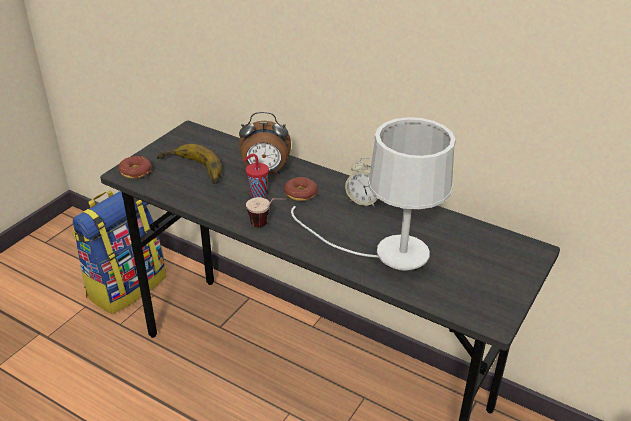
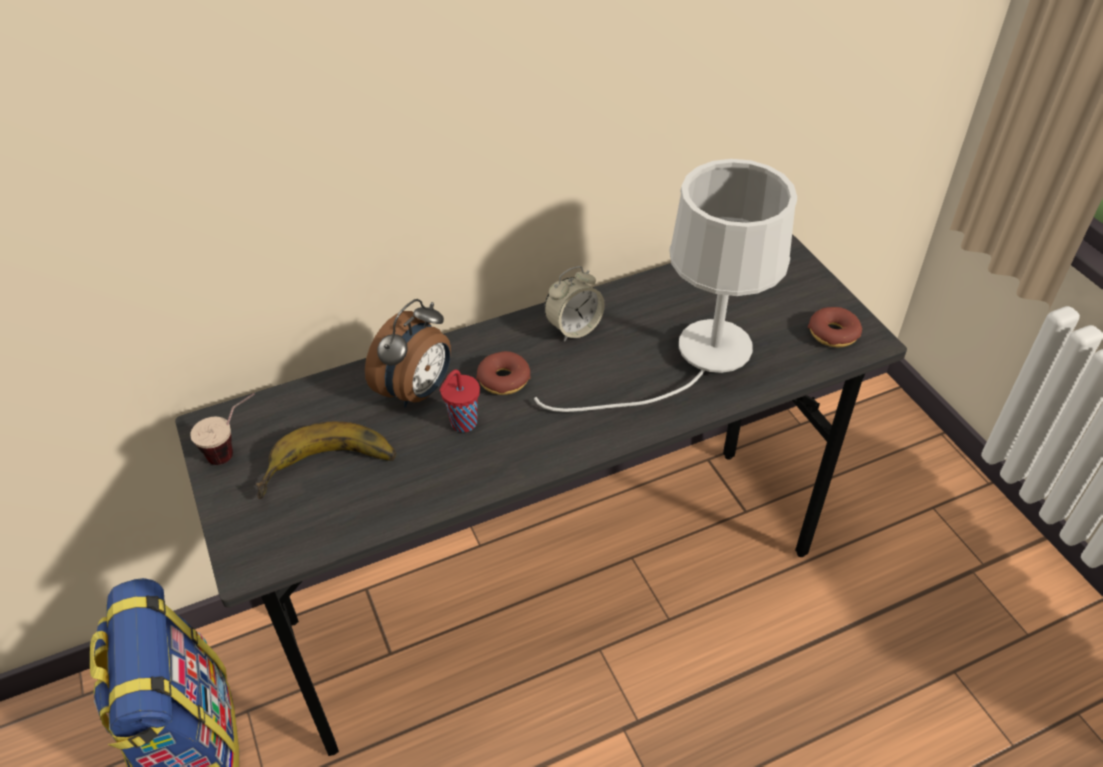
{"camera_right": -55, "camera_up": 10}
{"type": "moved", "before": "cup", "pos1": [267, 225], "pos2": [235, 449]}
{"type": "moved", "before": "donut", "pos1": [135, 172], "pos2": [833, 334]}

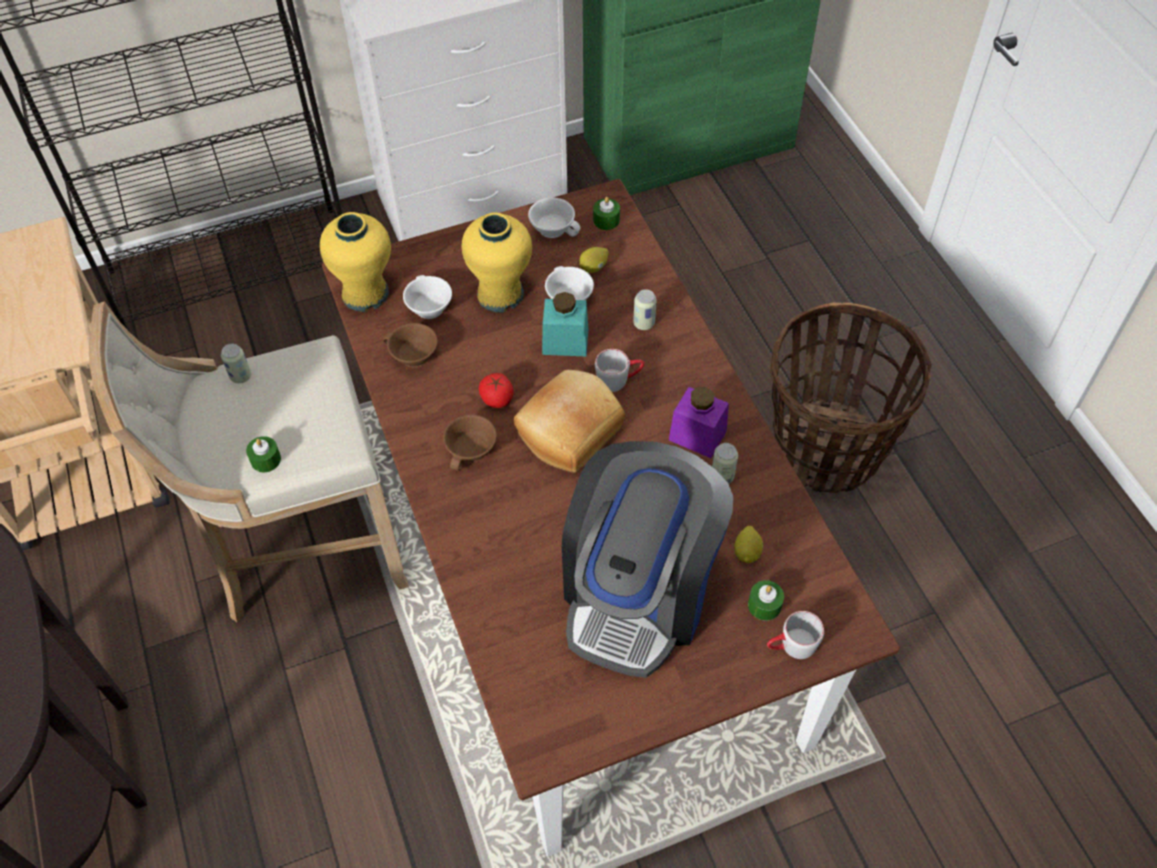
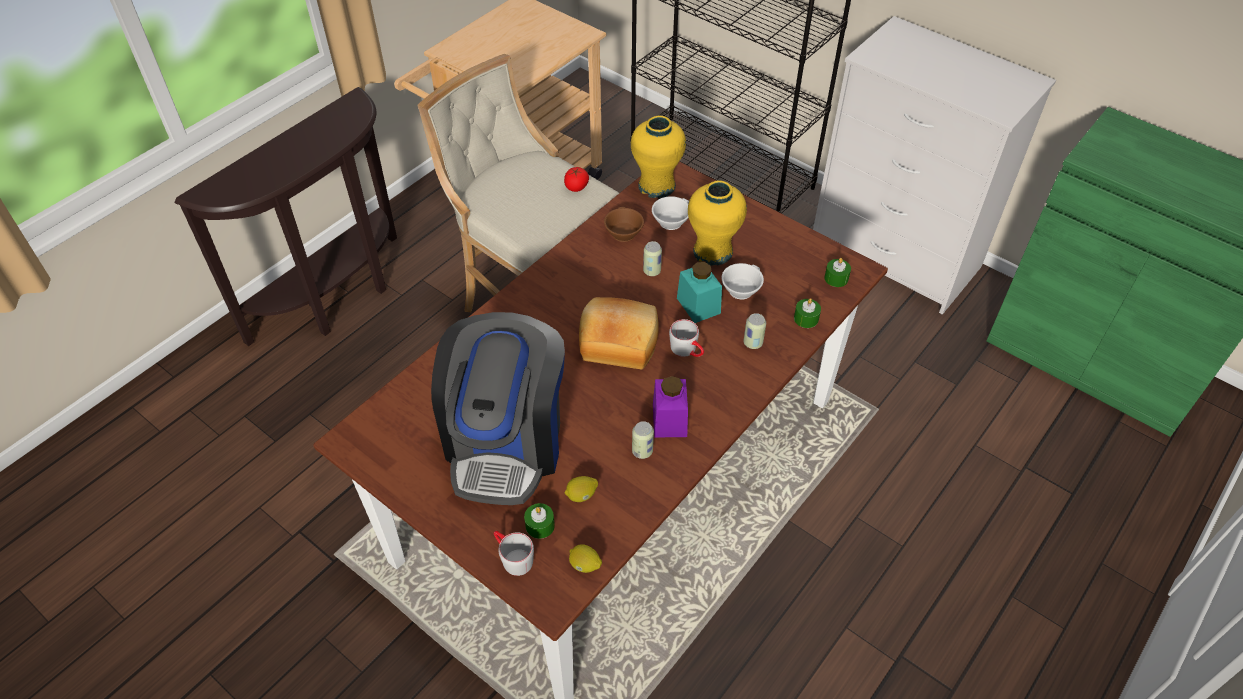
{"camera_right": 60, "camera_up": -5}
{"type": "turned", "before": "coffee machine", "pos1": [639, 591], "pos2": [506, 442], "turn": -75}
{"type": "moved", "before": "tomato", "pos1": [497, 399], "pos2": [576, 187]}
{"type": "moved", "before": "lemon", "pos1": [593, 268], "pos2": [585, 565]}
{"type": "moved", "before": "can", "pos1": [240, 376], "pos2": [652, 271]}
{"type": "moved", "before": "candle (green)", "pos1": [265, 459], "pos2": [806, 318]}
{"type": "removed", "before": "cup (brown)", "pos1": [472, 451]}
{"type": "removed", "before": "cup (white)", "pos1": [554, 227]}
{"type": "removed", "before": "basket", "pos1": [826, 450]}

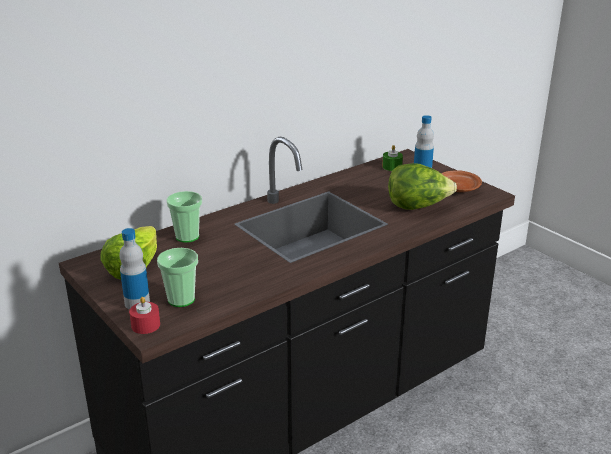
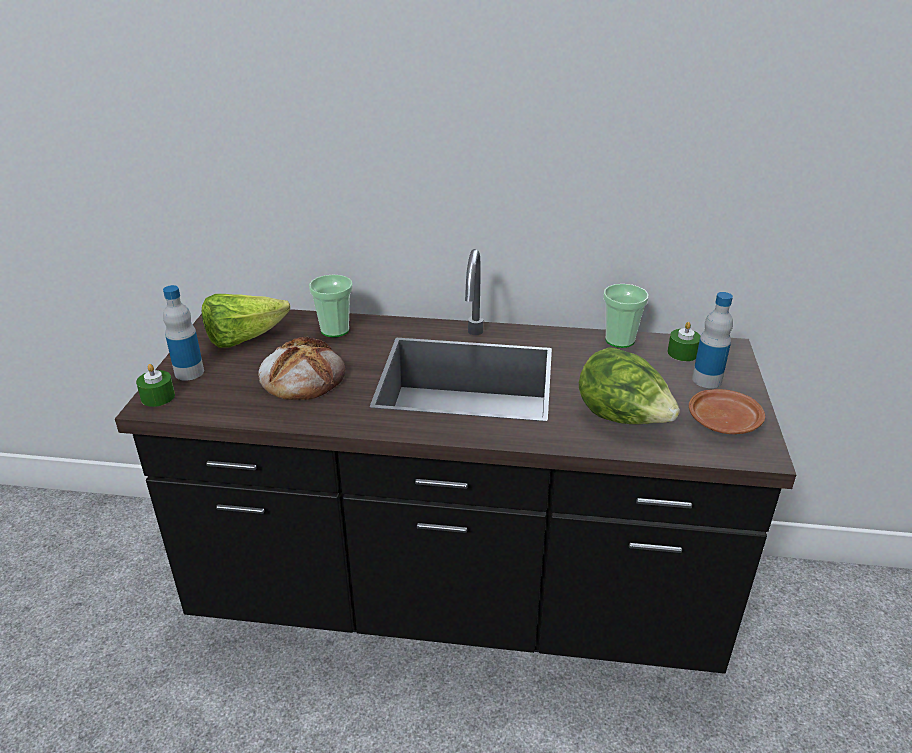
{"camera_right": 45, "camera_up": 5}
{"type": "recoloured", "before": "candle (red)", "after": "candle (green)", "pos1": [145, 325], "pos2": [158, 397]}
{"type": "added", "after": "bread", "pos2": [302, 376]}
{"type": "moved", "before": "cup", "pos1": [181, 299], "pos2": [619, 340]}

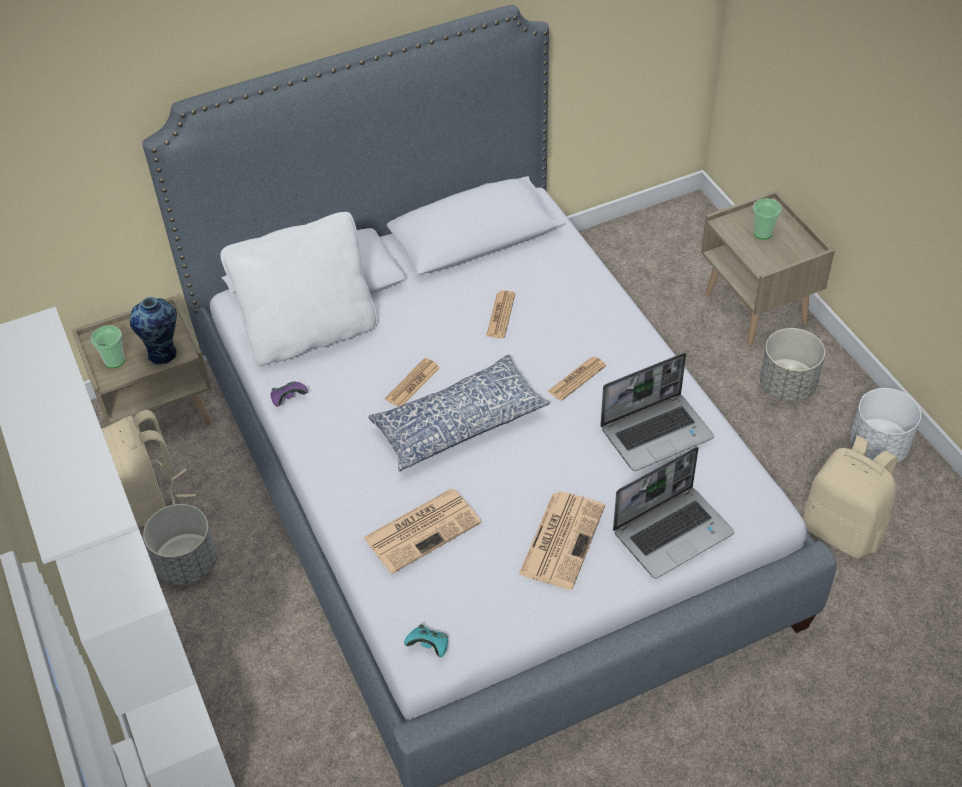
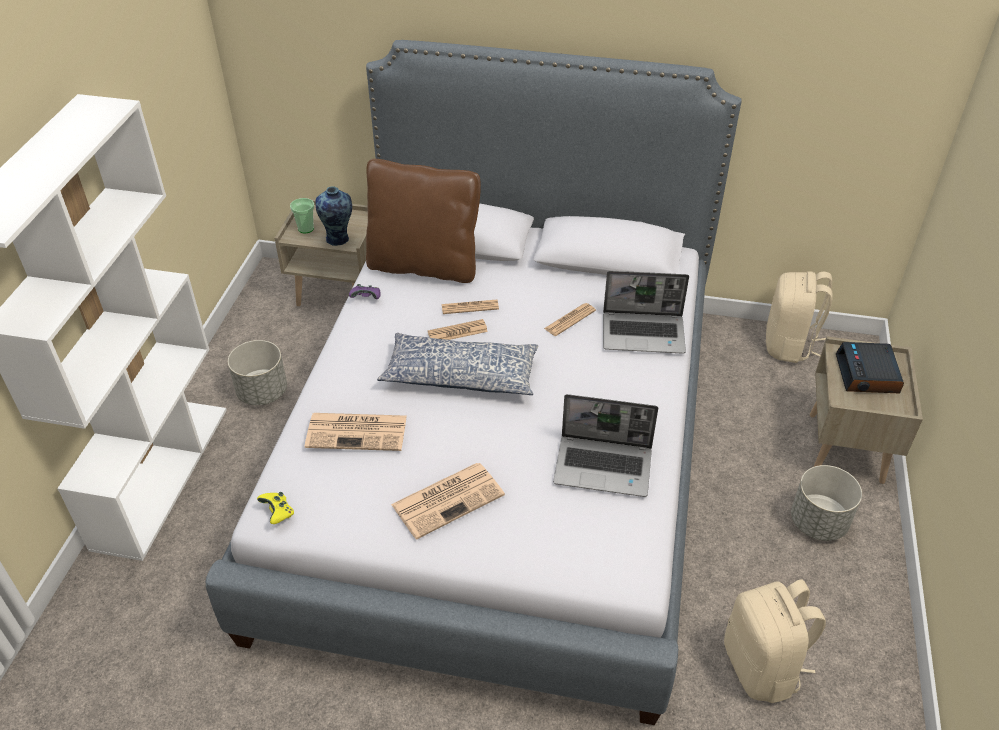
{"camera_right": 35, "camera_up": -5}
{"type": "recoloured", "before": "game controller (turquoise)", "after": "game controller (yellow)", "pos1": [429, 646], "pos2": [278, 513]}
{"type": "recoloured", "before": "pillow (white)", "after": "pillow (brown)", "pos1": [309, 334], "pos2": [424, 265]}
{"type": "moved", "before": "newspaper", "pos1": [577, 379], "pos2": [470, 307]}
{"type": "moved", "before": "laptop", "pos1": [673, 532], "pos2": [644, 333]}
{"type": "moved", "before": "backpack (beige)", "pos1": [149, 499], "pos2": [789, 345]}
{"type": "replaced", "before": "cup", "after": "alarm clock", "pos1": [762, 233], "pos2": [867, 375]}
{"type": "removed", "before": "planter (white)", "pos1": [878, 446]}

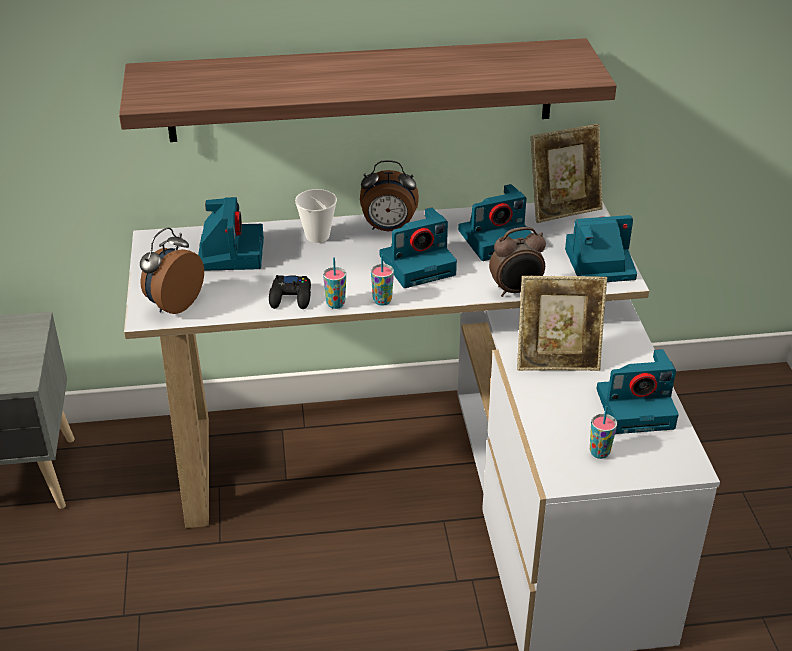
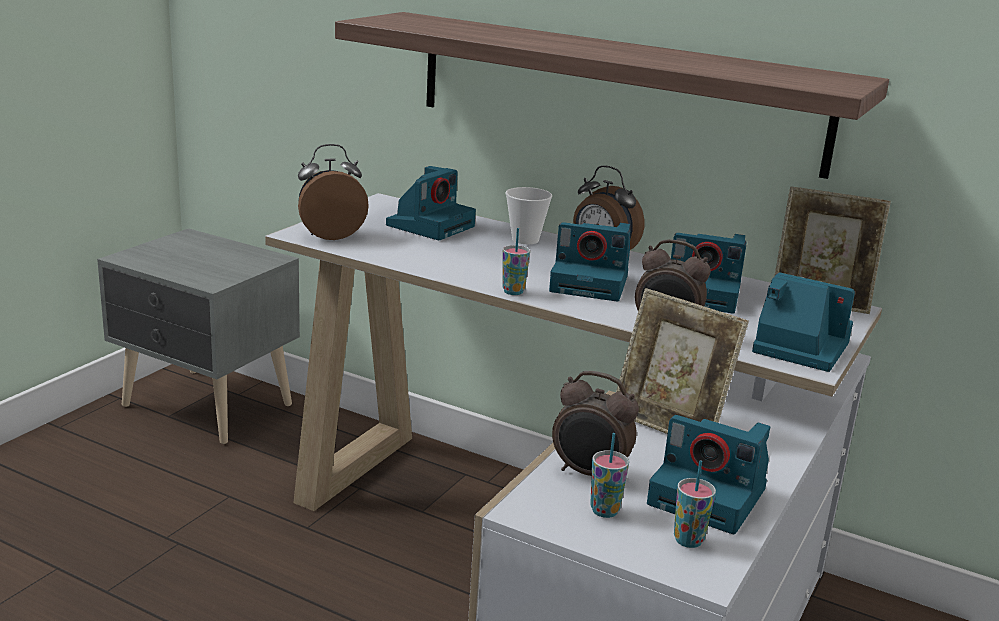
{"camera_right": 35, "camera_up": -15}
{"type": "added", "after": "alarm clock", "pos2": [589, 474]}
{"type": "moved", "before": "cup", "pos1": [335, 304], "pos2": [688, 540]}
{"type": "removed", "before": "game controller (black)", "pos1": [291, 297]}

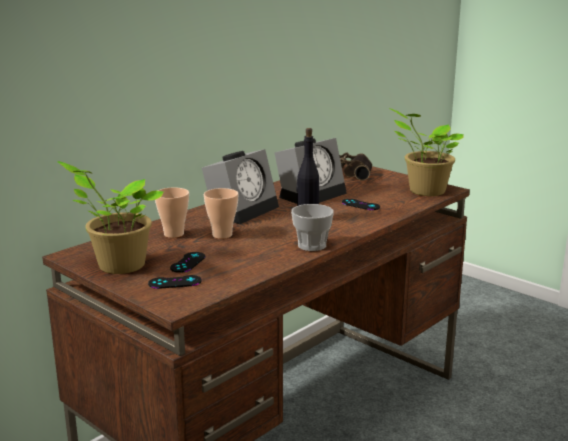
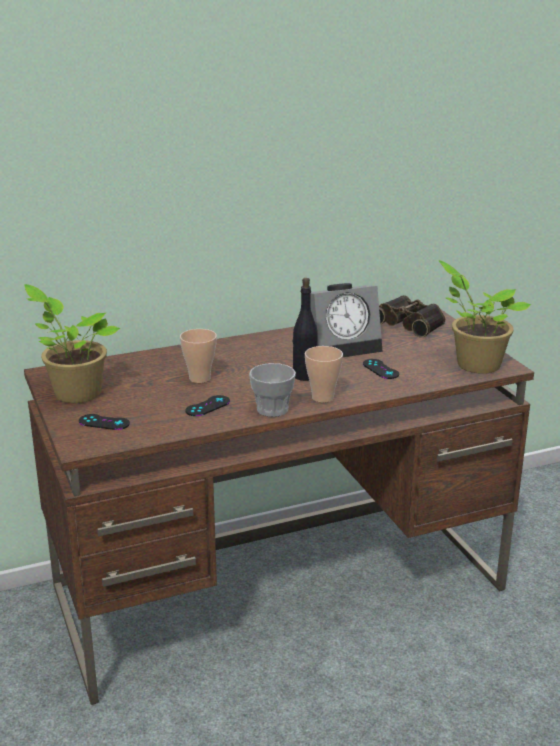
{"camera_right": 25, "camera_up": 5}
{"type": "moved", "before": "game controller (black)", "pos1": [188, 262], "pos2": [207, 406]}
{"type": "moved", "before": "cup", "pos1": [174, 234], "pos2": [322, 397]}
{"type": "removed", "before": "alarm clock", "pos1": [242, 209]}

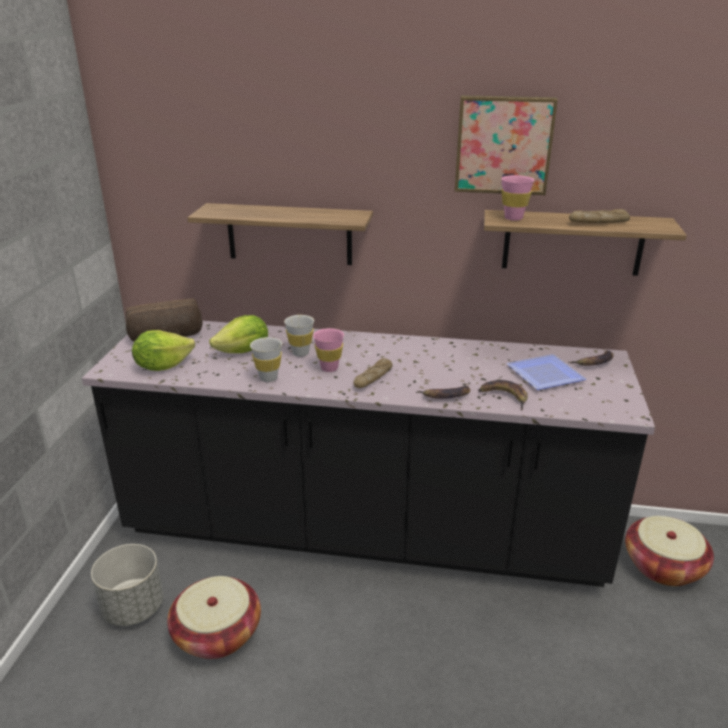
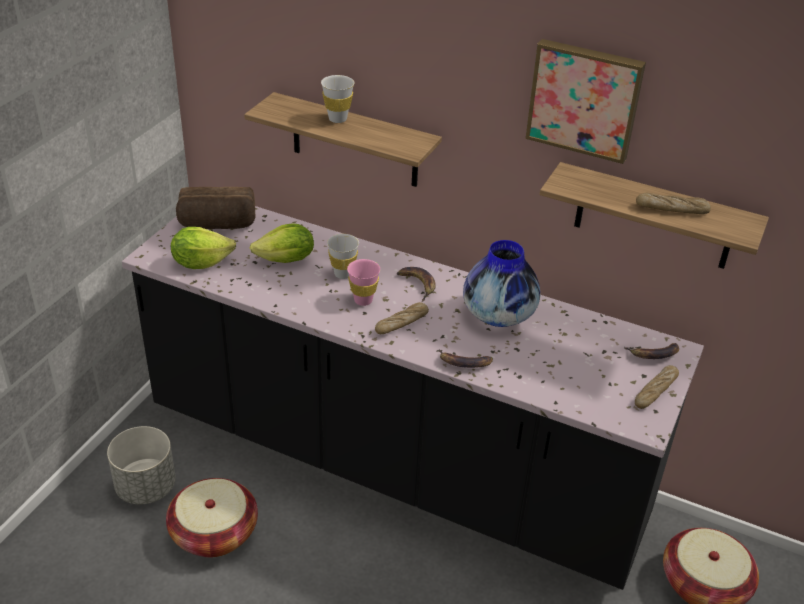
{"camera_right": 15, "camera_up": 10}
{"type": "moved", "before": "cup (white)", "pos1": [268, 378], "pos2": [337, 119]}
{"type": "moved", "before": "banana", "pos1": [504, 397], "pos2": [418, 284]}
{"type": "added", "after": "vase", "pos2": [499, 315]}
{"type": "added", "after": "bread", "pos2": [655, 391]}
{"type": "removed", "before": "cup (pink)", "pos1": [513, 218]}
{"type": "removed", "before": "plate", "pos1": [544, 376]}

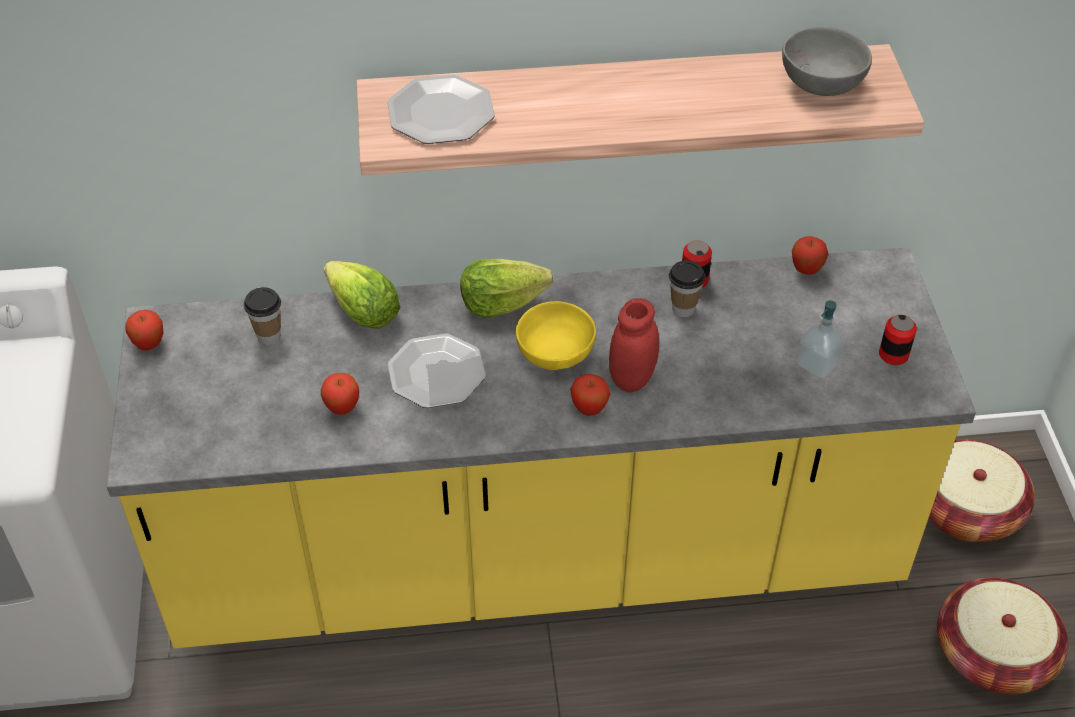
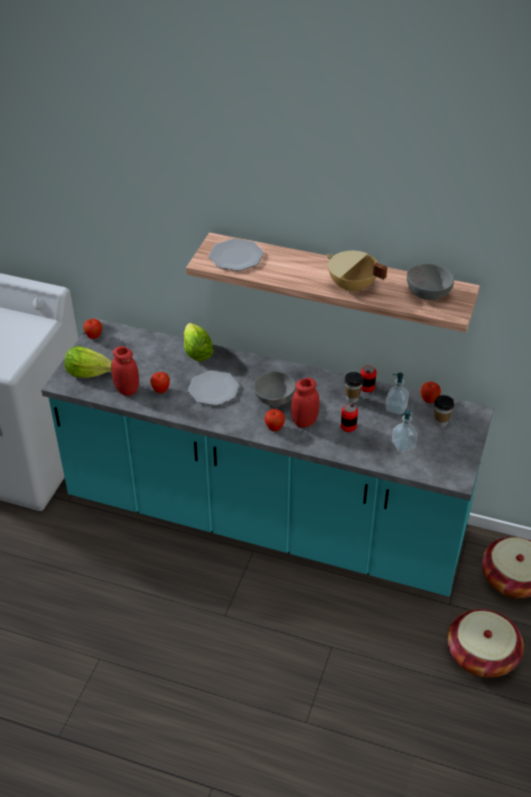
{"camera_right": 25, "camera_up": -5}
{"type": "recoloured", "before": "counter (yellow)", "after": "counter (turquoise)", "pos1": [537, 560], "pos2": [265, 520]}
{"type": "moved", "before": "lettuce", "pos1": [501, 303], "pos2": [88, 373]}
{"type": "added", "after": "jar (red)", "pos2": [127, 390]}
{"type": "recoloured", "before": "bowl (yellow)", "after": "bowl (grey)", "pos1": [556, 356], "pos2": [274, 400]}
{"type": "added", "after": "cooking pot (beige)", "pos2": [351, 287]}
{"type": "moved", "before": "can", "pos1": [893, 355], "pos2": [348, 426]}
{"type": "added", "after": "soap dispenser", "pos2": [396, 408]}
{"type": "moved", "before": "cup", "pos1": [269, 336], "pos2": [441, 422]}

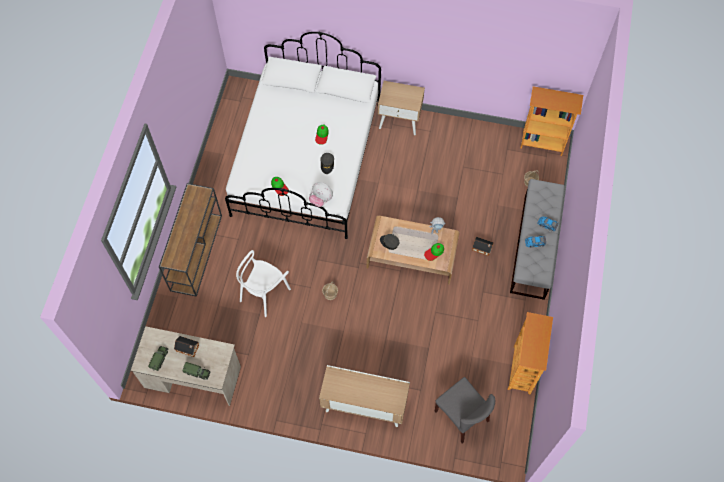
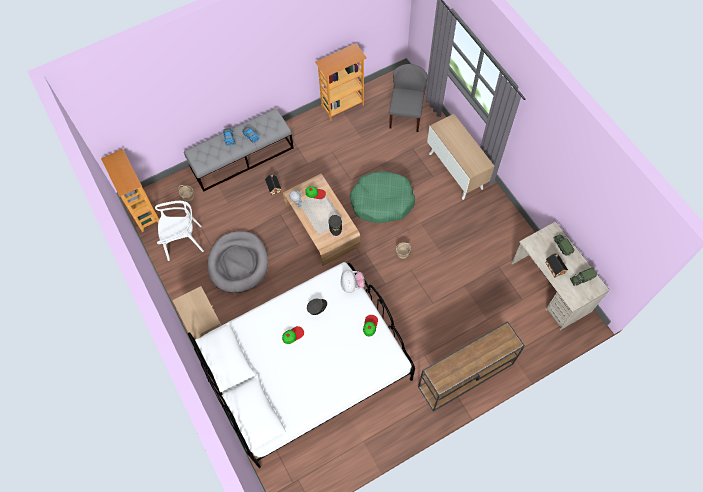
{"camera_right": -130, "camera_up": 0}
{"type": "moved", "before": "chair (white)", "pos1": [264, 293], "pos2": [183, 241]}
{"type": "added", "after": "dog bed (grey)", "pos2": [238, 263]}
{"type": "added", "after": "dog bed (green)", "pos2": [382, 201]}

